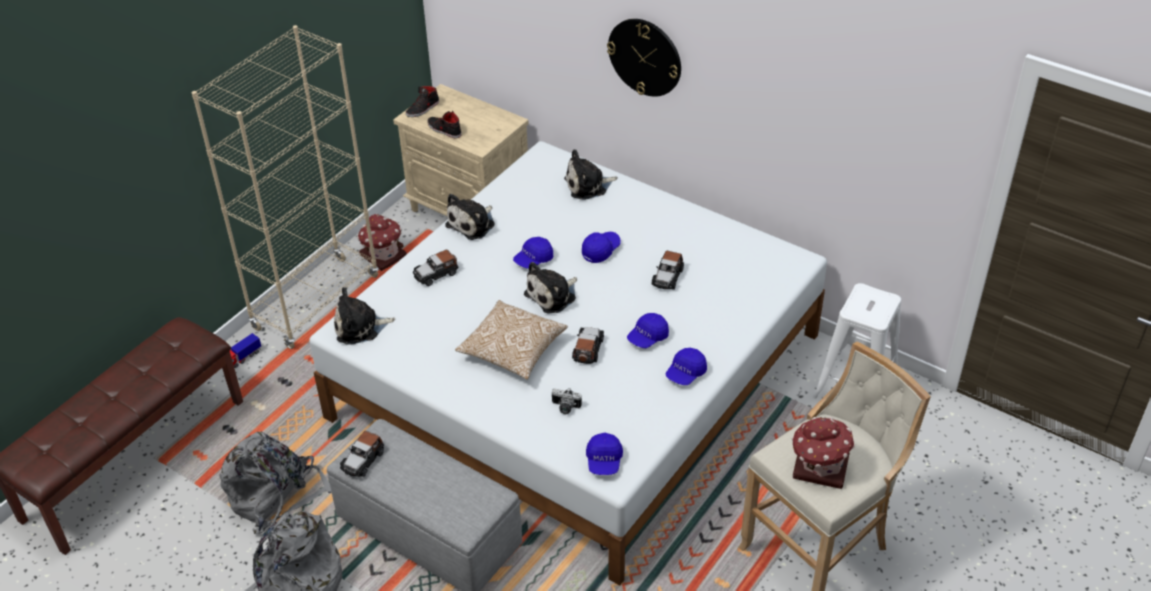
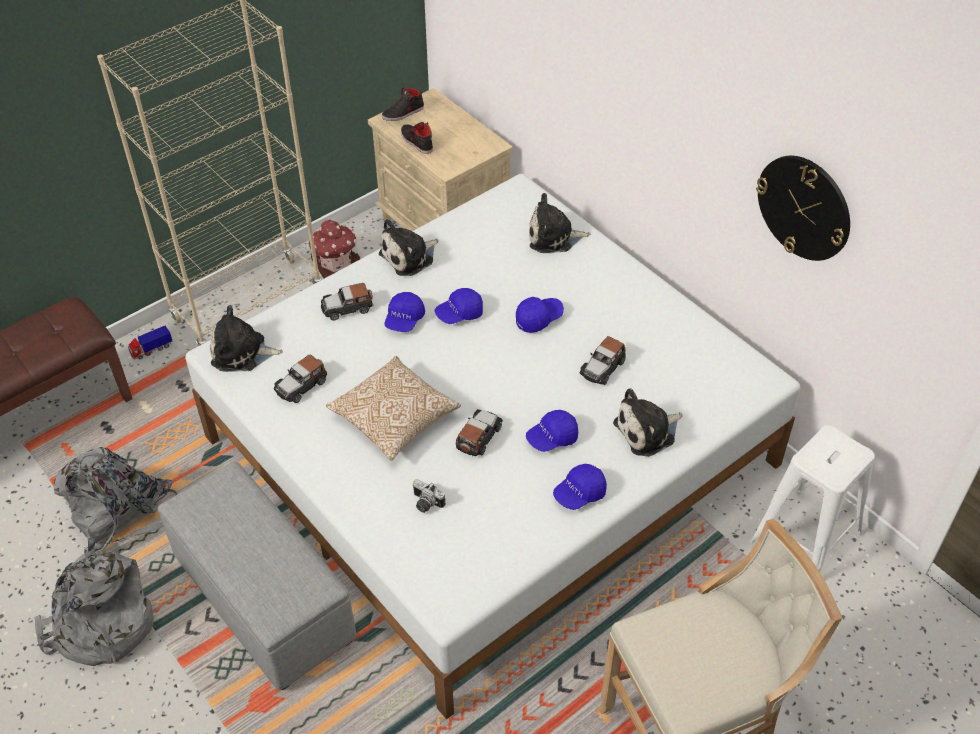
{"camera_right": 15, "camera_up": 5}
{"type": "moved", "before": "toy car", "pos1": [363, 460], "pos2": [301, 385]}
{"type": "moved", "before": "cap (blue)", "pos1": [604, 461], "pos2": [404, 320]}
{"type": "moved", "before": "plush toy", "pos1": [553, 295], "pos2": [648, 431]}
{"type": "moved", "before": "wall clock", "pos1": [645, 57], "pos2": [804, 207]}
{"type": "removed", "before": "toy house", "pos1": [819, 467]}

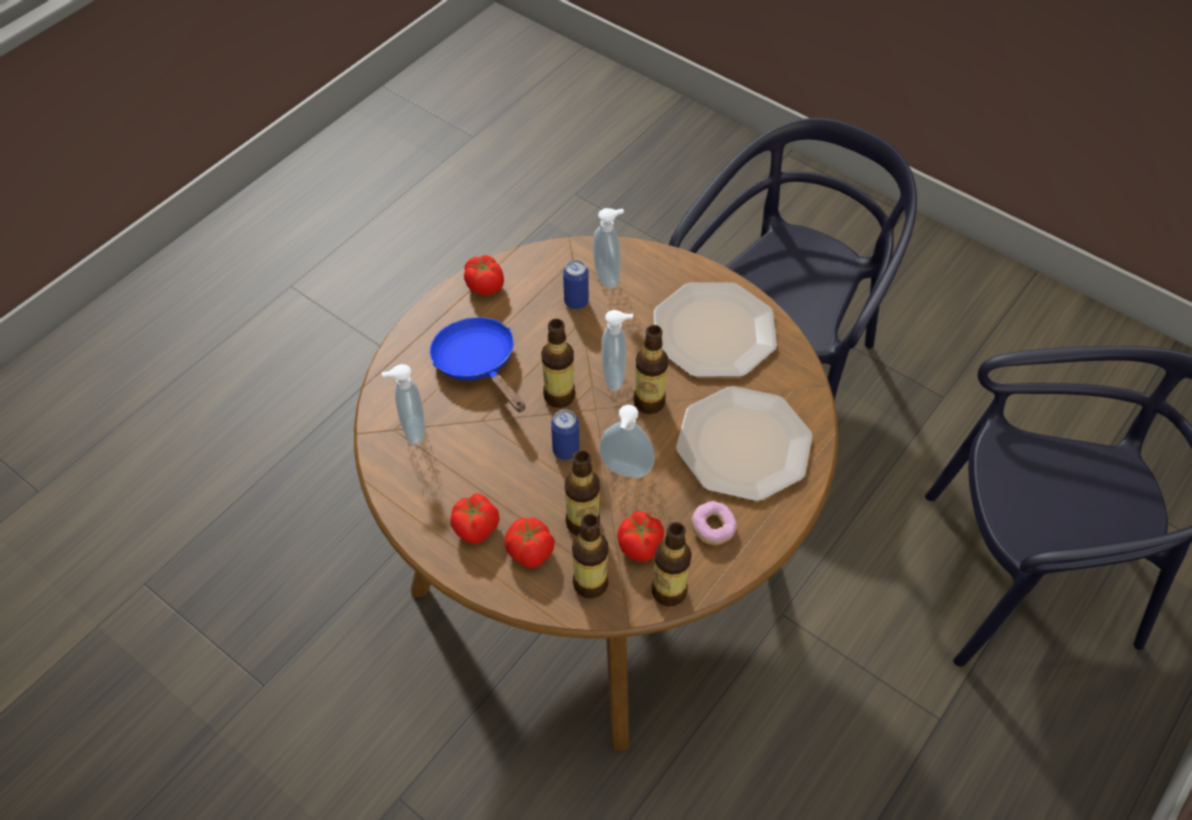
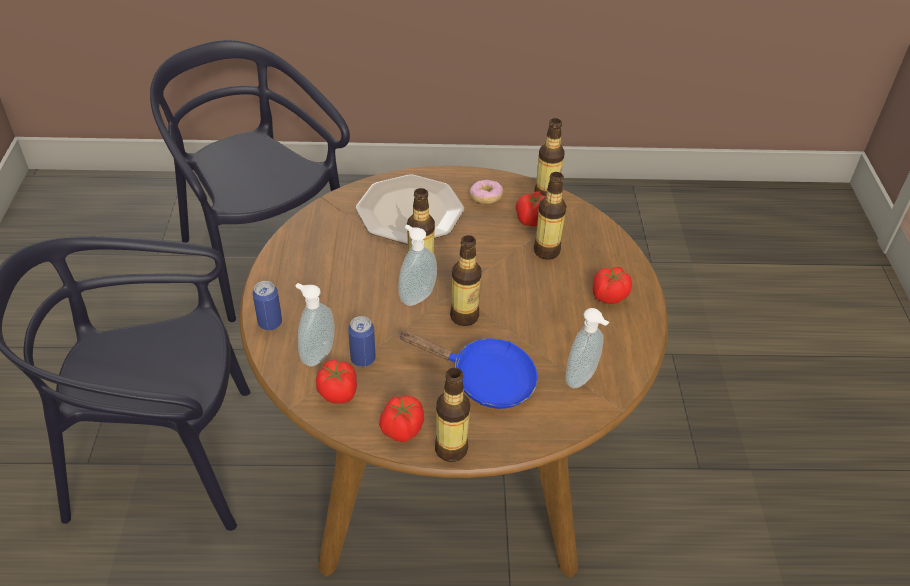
{"camera_right": -130, "camera_up": -10}
{"type": "moved", "before": "can", "pos1": [566, 450], "pos2": [270, 323]}
{"type": "moved", "before": "tomato", "pos1": [530, 552], "pos2": [338, 393]}
{"type": "turned", "before": "frying pan (blue)", "pos1": [479, 364], "pos2": [484, 380], "turn": -90}
{"type": "moved", "before": "bottle", "pos1": [590, 583], "pos2": [451, 449]}
{"type": "removed", "before": "soap dispenser", "pos1": [625, 472]}
{"type": "removed", "before": "plate", "pos1": [713, 331]}

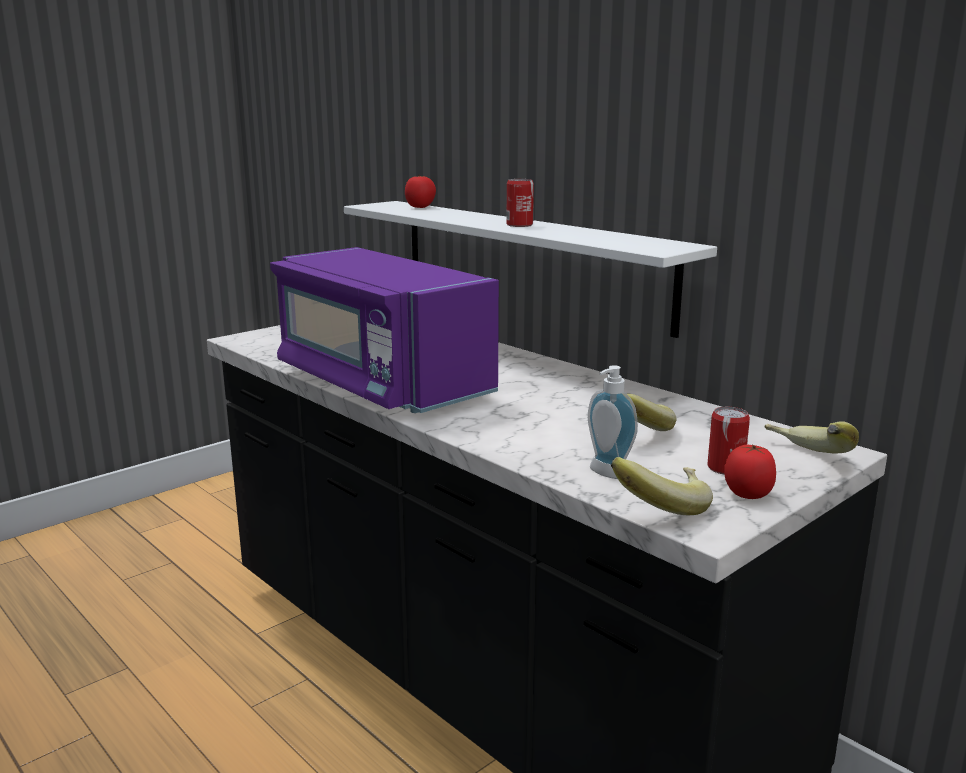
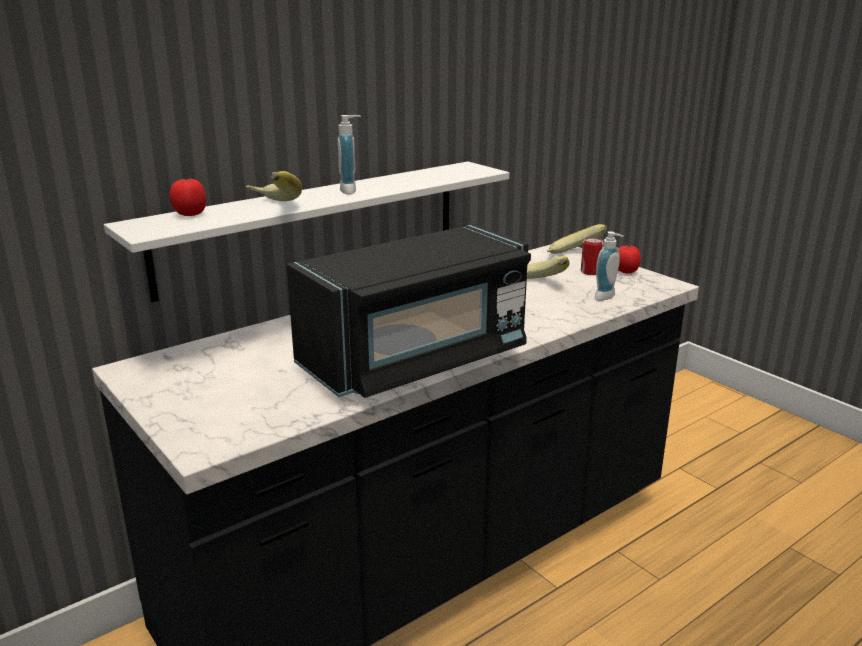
{"camera_right": -85, "camera_up": 5}
{"type": "moved", "before": "banana", "pos1": [660, 507], "pos2": [270, 206]}
{"type": "recoloured", "before": "microwave (purple)", "after": "microwave (black)", "pos1": [381, 383], "pos2": [416, 360]}
{"type": "replaced", "before": "can", "after": "soap dispenser", "pos1": [519, 225], "pos2": [351, 190]}

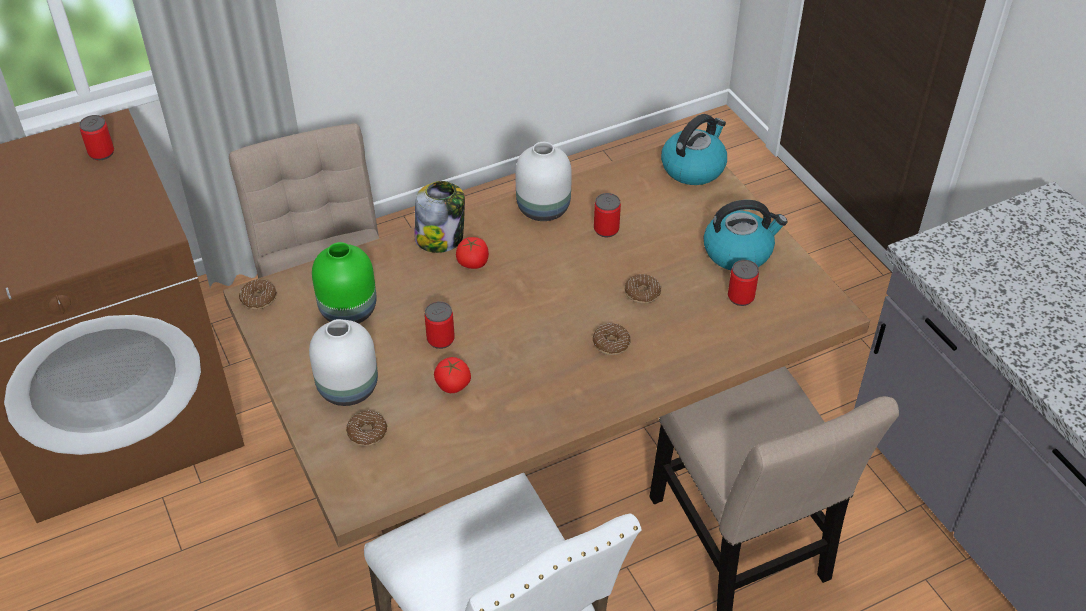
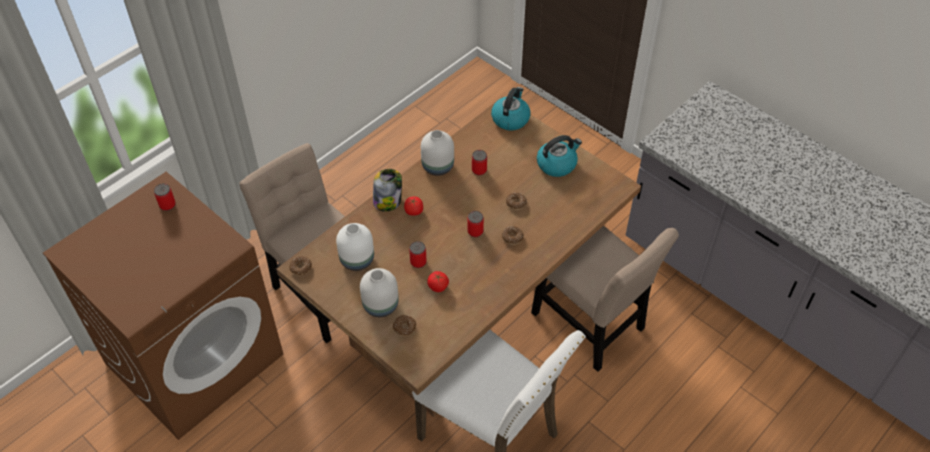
{"camera_right": -20, "camera_up": 5}
{"type": "recoloured", "before": "vase (green)", "after": "vase (white)", "pos1": [350, 310], "pos2": [358, 260]}
{"type": "moved", "before": "can", "pos1": [740, 297], "pos2": [475, 231]}

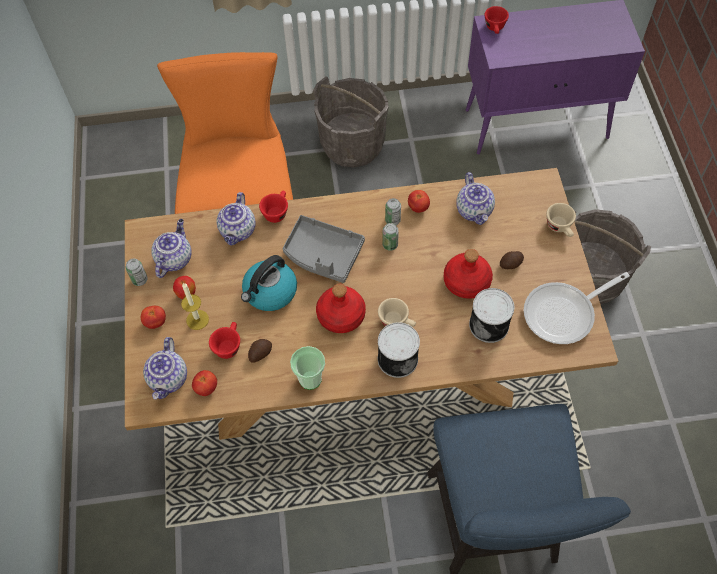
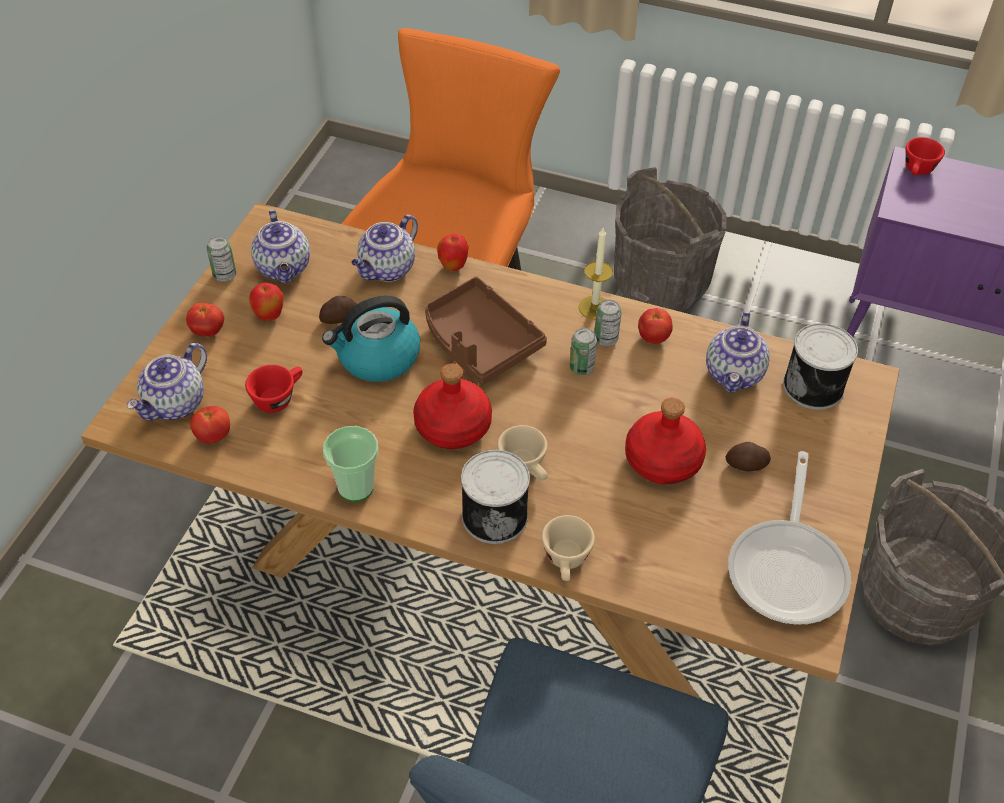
{"camera_right": 25, "camera_up": -10}
{"type": "turned", "before": "teapot", "pos1": [174, 258], "pos2": [284, 268], "turn": 120}
{"type": "moved", "before": "potato", "pos1": [260, 353], "pos2": [339, 318]}
{"type": "recoloured", "before": "tray (grey)", "after": "tray (brown)", "pos1": [323, 255], "pos2": [479, 342]}
{"type": "replaced", "before": "cup (red)", "after": "apple", "pos1": [276, 212], "pos2": [453, 267]}
{"type": "moved", "before": "cup (beige)", "pos1": [560, 228], "pos2": [567, 562]}
{"type": "moved", "before": "candle", "pos1": [197, 319], "pos2": [595, 307]}
{"type": "turned", "before": "frying pan", "pos1": [564, 314], "pos2": [789, 567], "turn": -75}
{"type": "moved", "before": "can", "pos1": [489, 324], "pos2": [814, 386]}

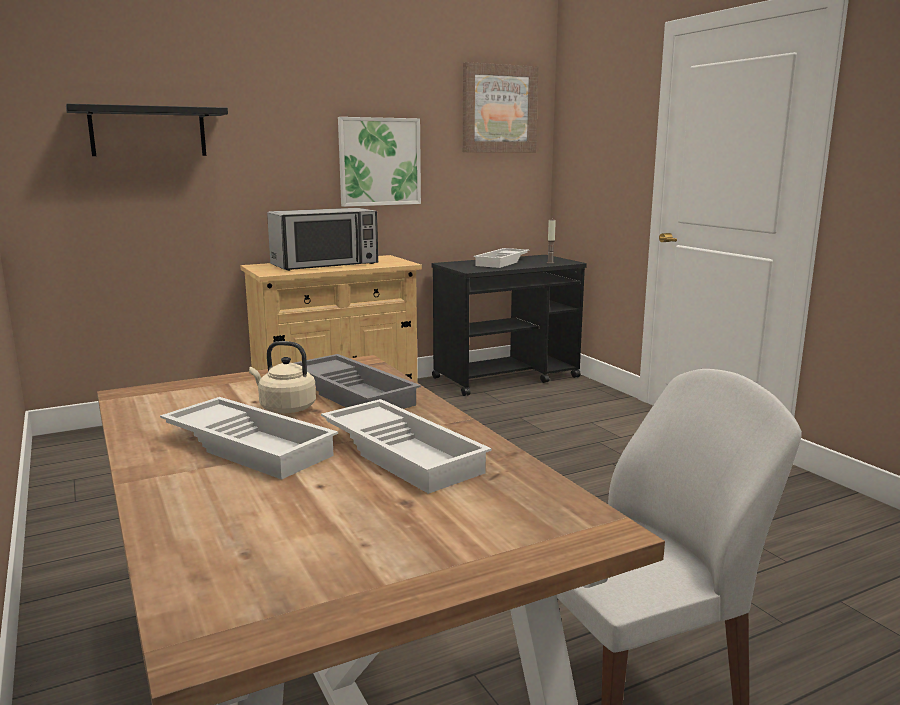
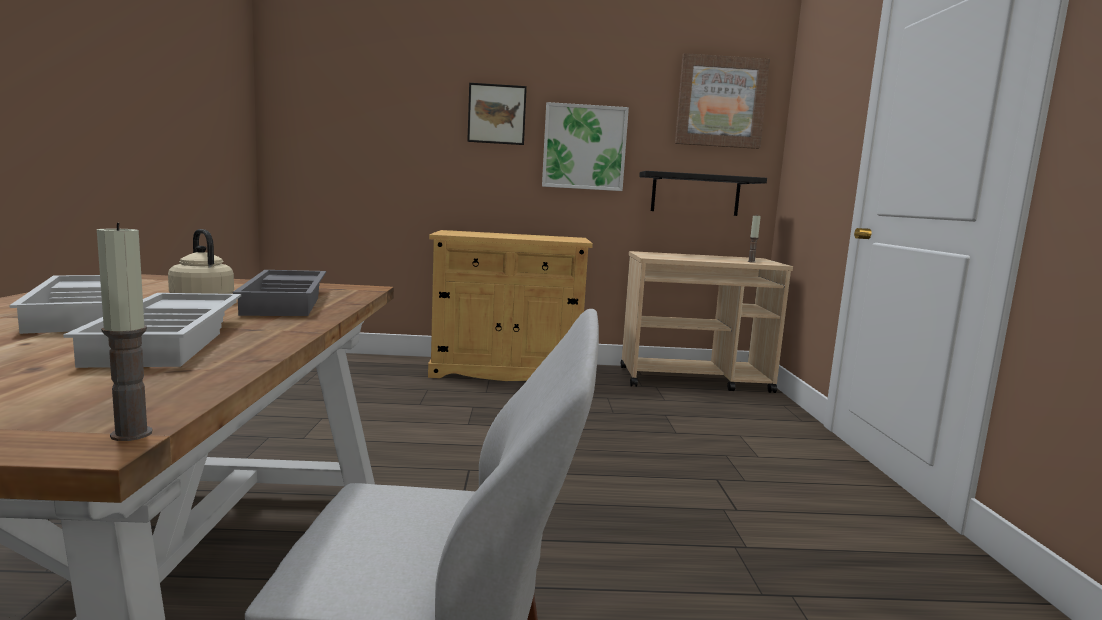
{"camera_right": 25, "camera_up": -5}
{"type": "added", "after": "candle", "pos2": [131, 434]}
{"type": "added", "after": "picture", "pos2": [496, 114]}
{"type": "recoloured", "before": "cart (black)", "after": "cart (beige)", "pos1": [507, 377], "pos2": [695, 380]}
{"type": "moved", "before": "shelf (black)", "pos1": [148, 132], "pos2": [695, 194]}
{"type": "removed", "before": "microwave", "pos1": [325, 264]}
{"type": "removed", "before": "tray (white)", "pos1": [502, 262]}

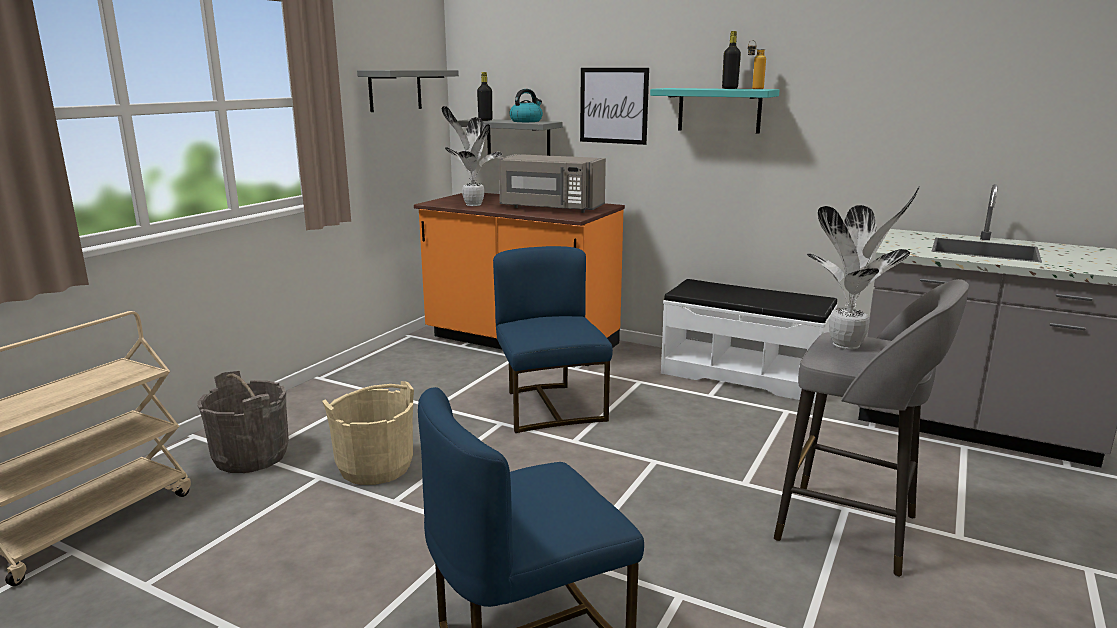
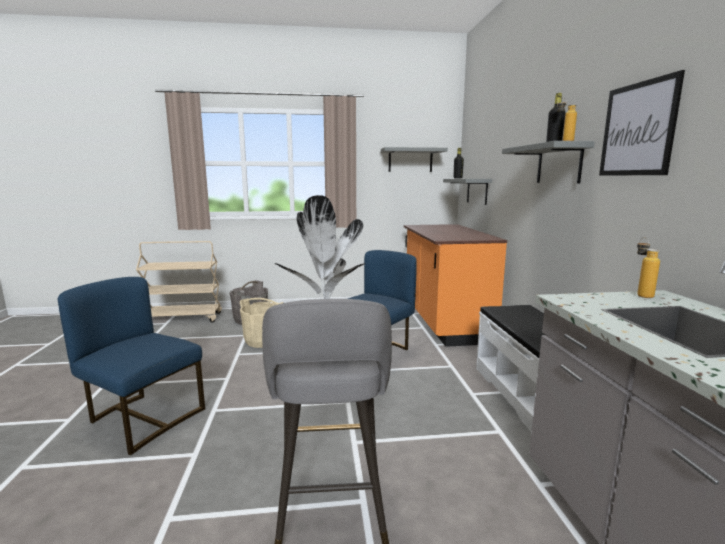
{"camera_right": 55, "camera_up": -5}
{"type": "recoloured", "before": "shelf (turquoise)", "after": "shelf (grey)", "pos1": [719, 110], "pos2": [559, 164]}
{"type": "moved", "before": "picture", "pos1": [613, 105], "pos2": [637, 129]}
{"type": "added", "after": "bottle", "pos2": [641, 294]}
{"type": "removed", "before": "potted plant", "pos1": [472, 205]}
{"type": "removed", "before": "microwave (grey)", "pos1": [550, 208]}
{"type": "removed", "before": "kettle", "pos1": [526, 121]}

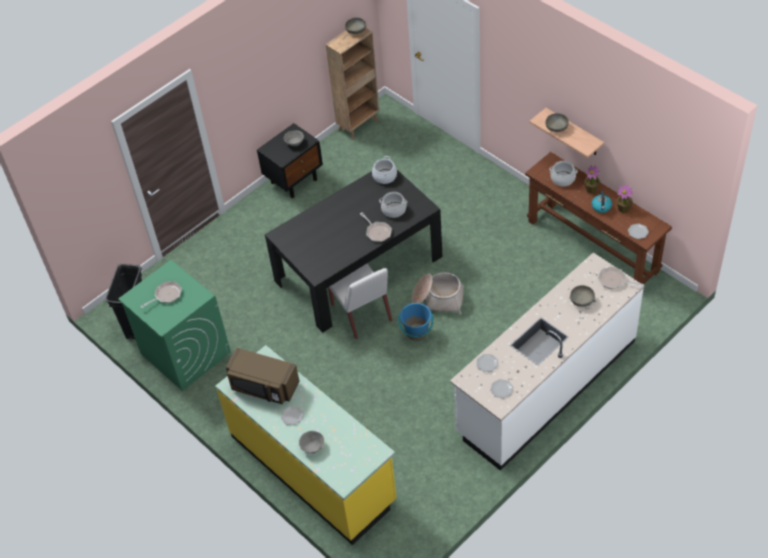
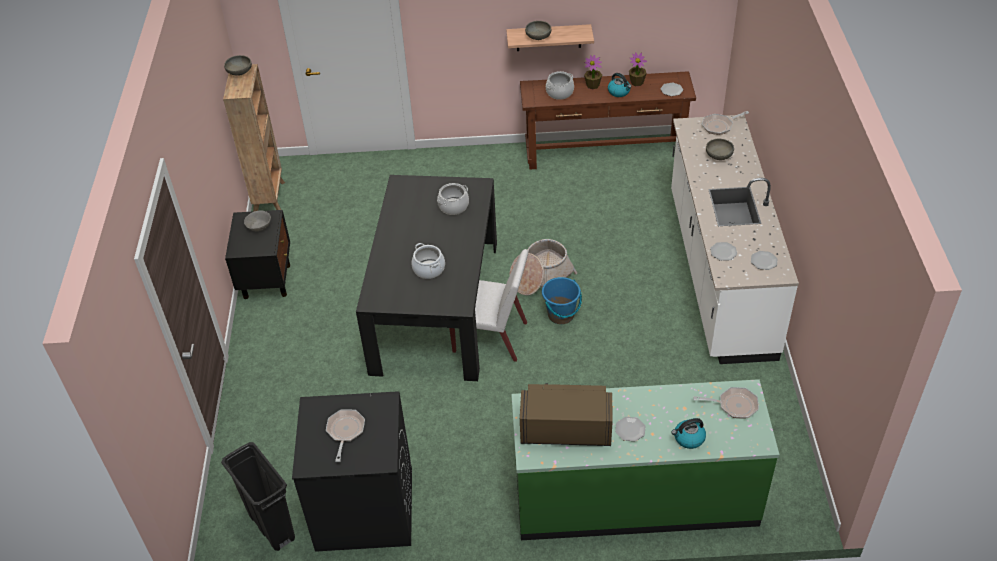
{"camera_right": -50, "camera_up": -5}
{"type": "recoloured", "before": "washing machine (green)", "after": "washing machine (black)", "pos1": [185, 352], "pos2": [364, 509]}
{"type": "moved", "before": "cooking pot", "pos1": [384, 176], "pos2": [428, 269]}
{"type": "recoloured", "before": "counter (yellow)", "after": "counter (green)", "pos1": [313, 468], "pos2": [634, 496]}
{"type": "turned", "before": "microwave (brown)", "pos1": [264, 386], "pos2": [565, 429], "turn": -150}
{"type": "replaced", "before": "bowl (grey)", "after": "kettle", "pos1": [312, 447], "pos2": [688, 438]}
{"type": "moved", "before": "frying pan", "pos1": [377, 232], "pos2": [734, 405]}

